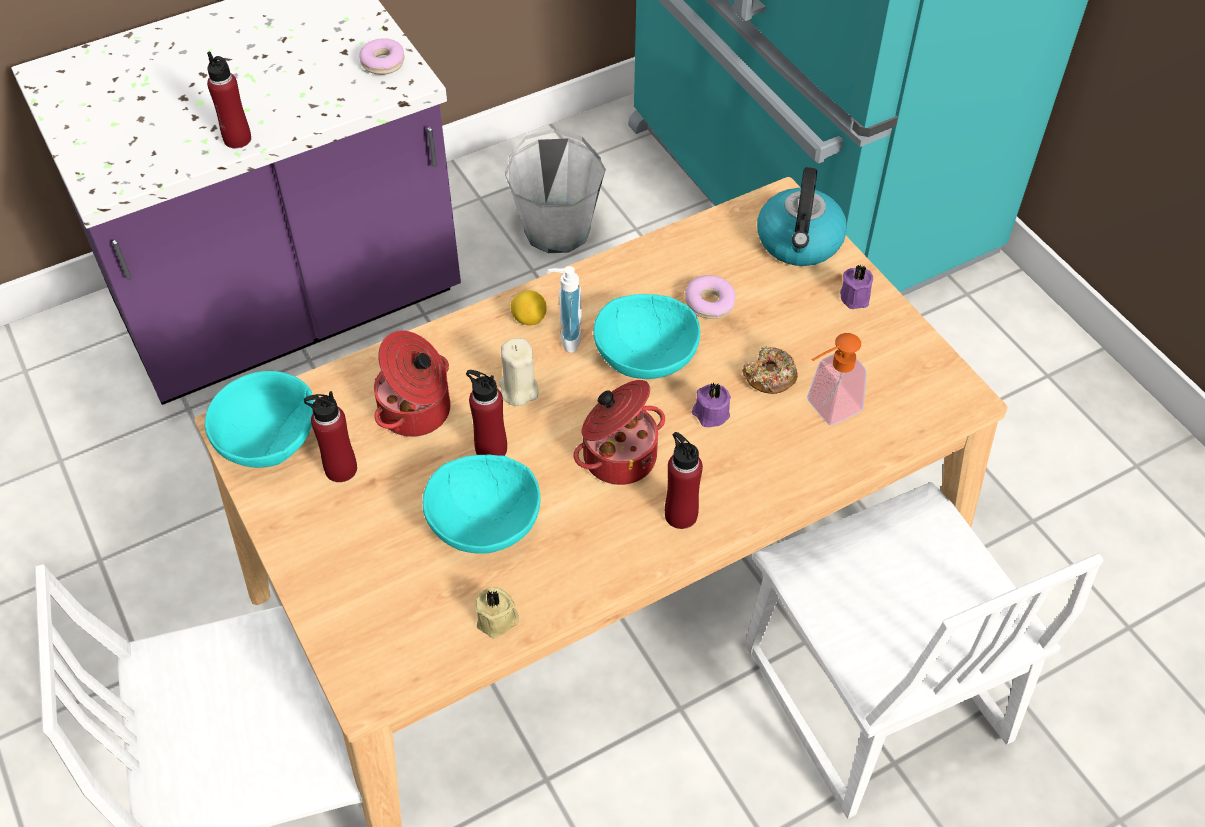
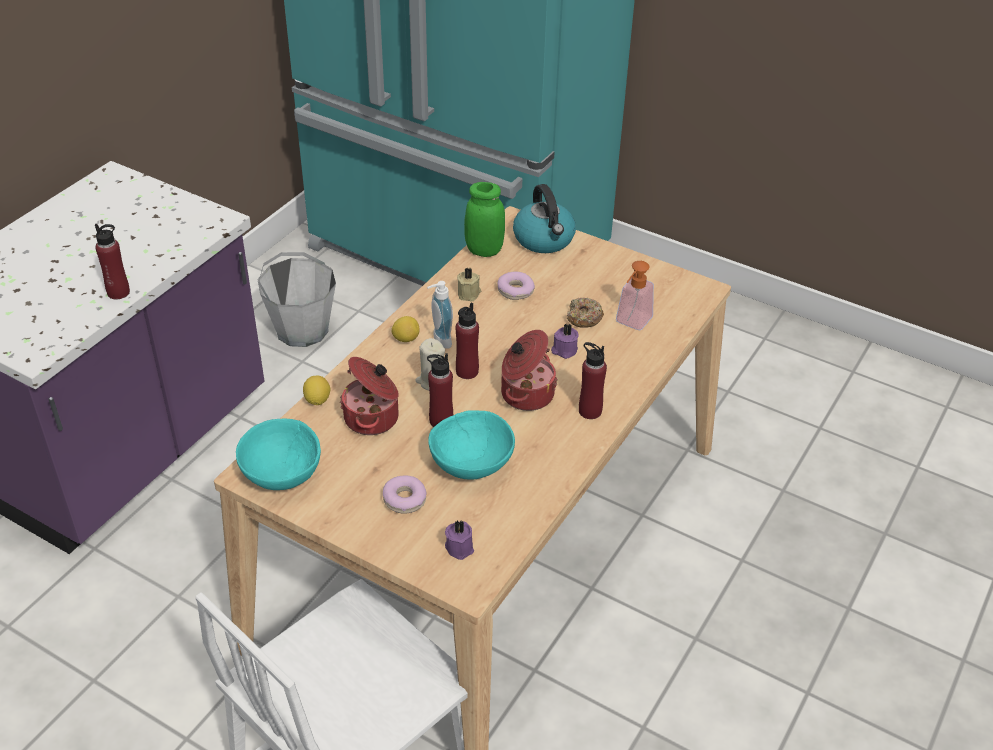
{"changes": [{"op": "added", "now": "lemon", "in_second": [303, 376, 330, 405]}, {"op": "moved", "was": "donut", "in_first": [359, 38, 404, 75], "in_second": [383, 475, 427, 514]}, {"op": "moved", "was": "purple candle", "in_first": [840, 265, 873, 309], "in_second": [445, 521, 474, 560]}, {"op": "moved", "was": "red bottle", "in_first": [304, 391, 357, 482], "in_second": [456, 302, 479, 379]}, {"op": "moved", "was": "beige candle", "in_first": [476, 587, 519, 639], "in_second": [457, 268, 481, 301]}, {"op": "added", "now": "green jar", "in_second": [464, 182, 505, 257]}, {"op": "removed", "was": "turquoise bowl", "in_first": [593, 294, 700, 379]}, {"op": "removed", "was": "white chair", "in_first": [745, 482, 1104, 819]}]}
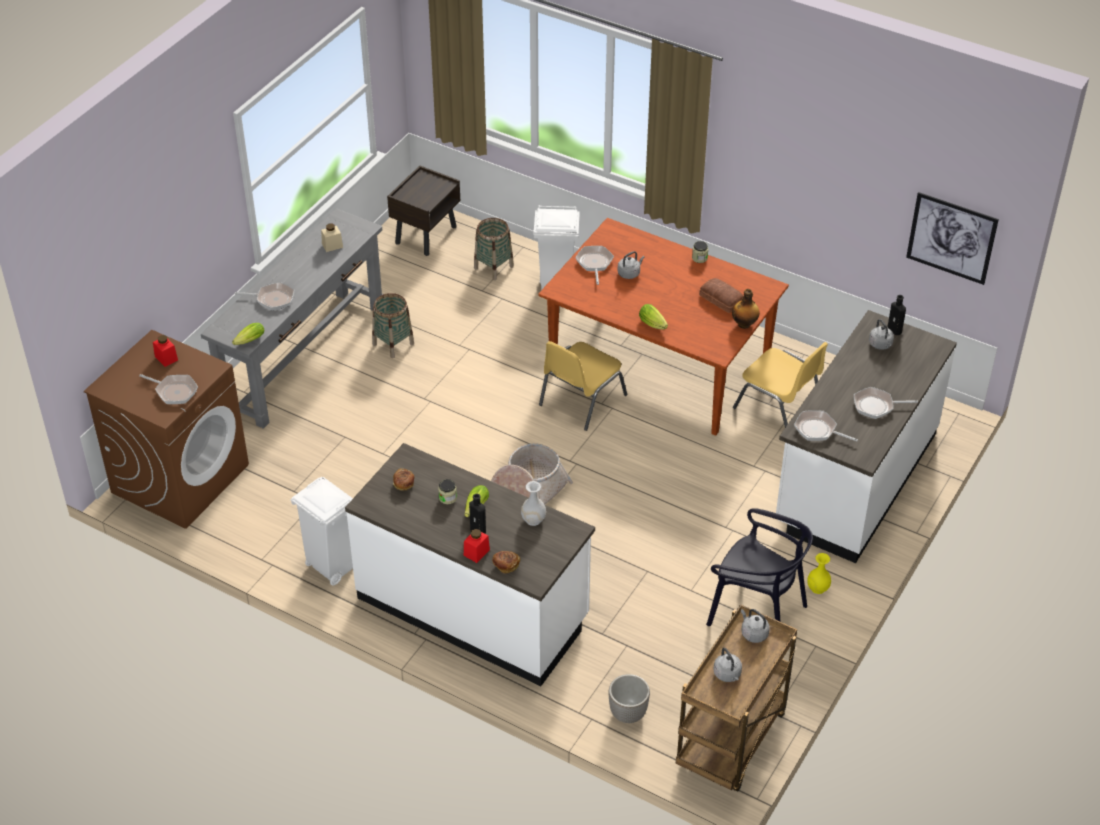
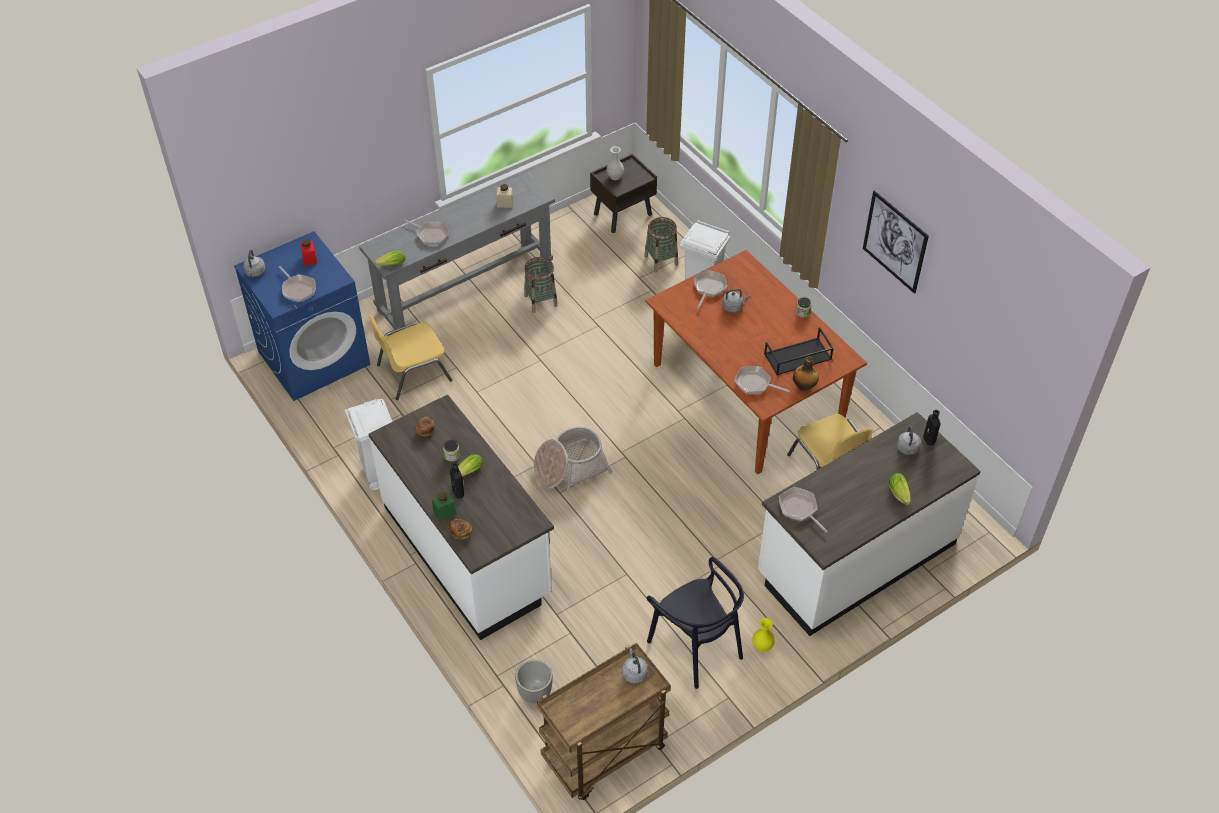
{"changes": [{"op": "recoloured", "was": "brown washing machine", "now": "blue washing machine", "in_first": [84, 330, 249, 529], "in_second": [234, 231, 370, 401]}, {"op": "moved", "was": "grey kettle", "in_first": [714, 648, 742, 682], "in_second": [243, 250, 265, 277]}, {"op": "moved", "was": "yellow chair", "in_first": [539, 341, 627, 431], "in_second": [368, 315, 452, 400]}, {"op": "recoloured", "was": "red jar", "now": "green jar", "in_first": [464, 529, 490, 563], "in_second": [432, 492, 457, 521]}, {"op": "moved", "was": "white vase", "in_first": [521, 481, 546, 526], "in_second": [607, 146, 624, 180]}, {"op": "moved", "was": "frying pan", "in_first": [854, 387, 918, 419], "in_second": [734, 366, 790, 394]}, {"op": "replaced", "was": "bread", "now": "black tray", "in_first": [699, 278, 743, 313], "in_second": [764, 327, 834, 375]}, {"op": "moved", "was": "picture", "in_first": [906, 192, 999, 285], "in_second": [863, 190, 929, 294]}, {"op": "moved", "was": "lettuce", "in_first": [639, 304, 668, 329], "in_second": [888, 473, 911, 505]}]}
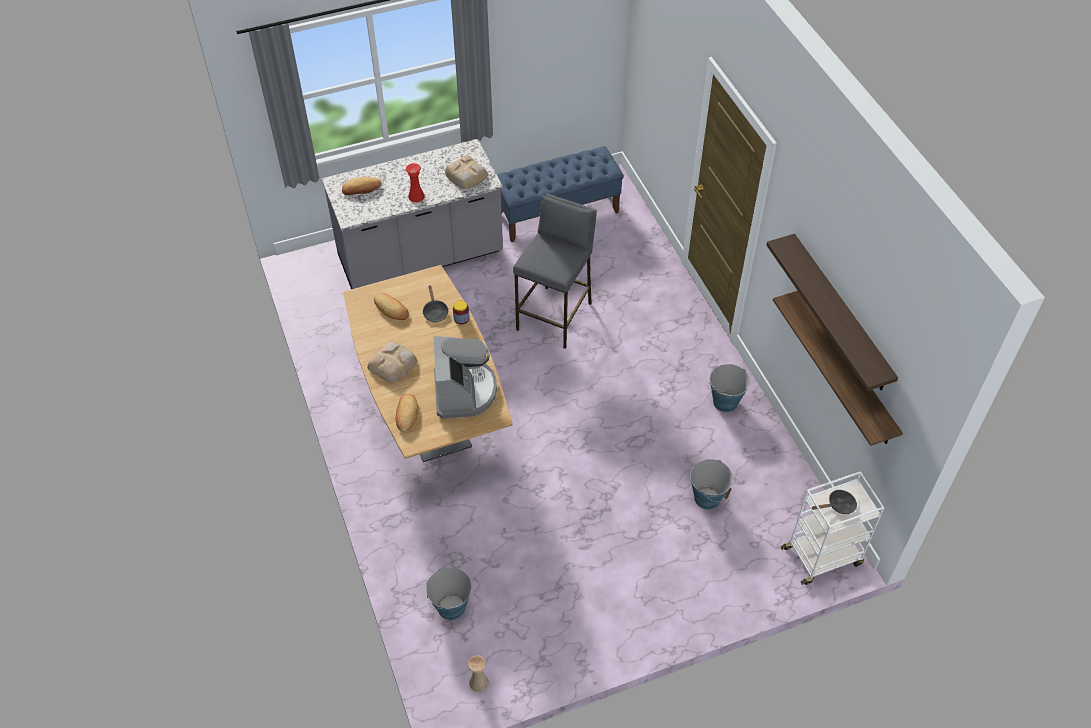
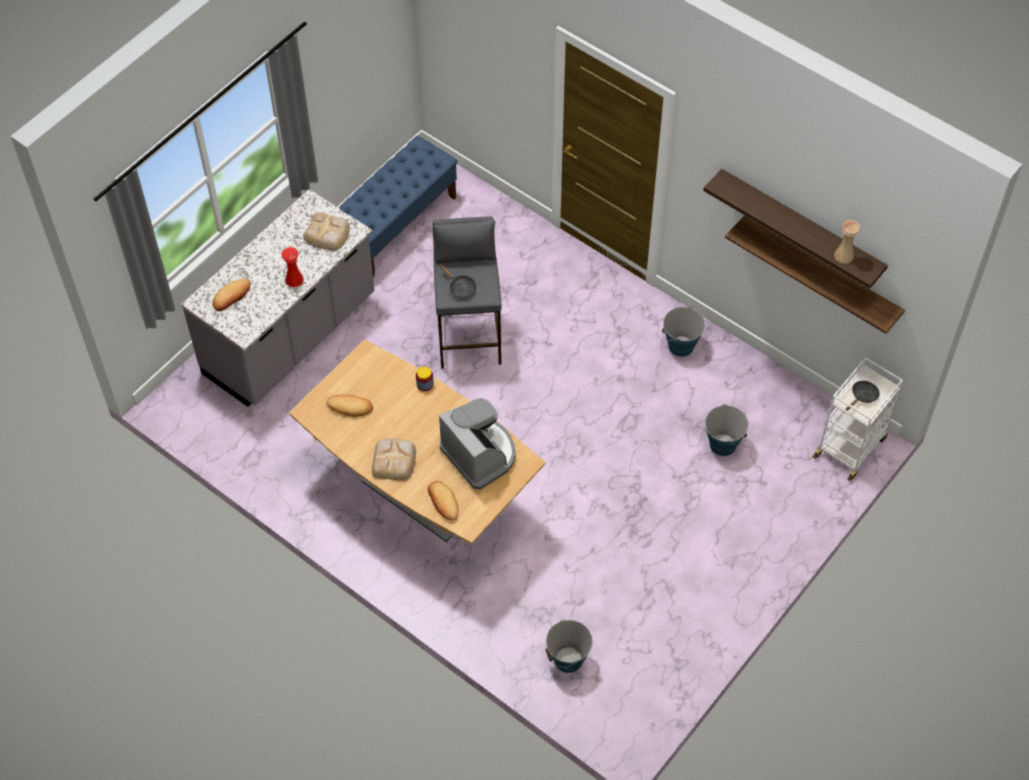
{"changes": [{"op": "moved", "was": "black frying pan", "in_first": [422, 285, 448, 323], "in_second": [440, 265, 476, 299]}, {"op": "moved", "was": "beige vase", "in_first": [468, 655, 489, 692], "in_second": [834, 220, 860, 264]}]}
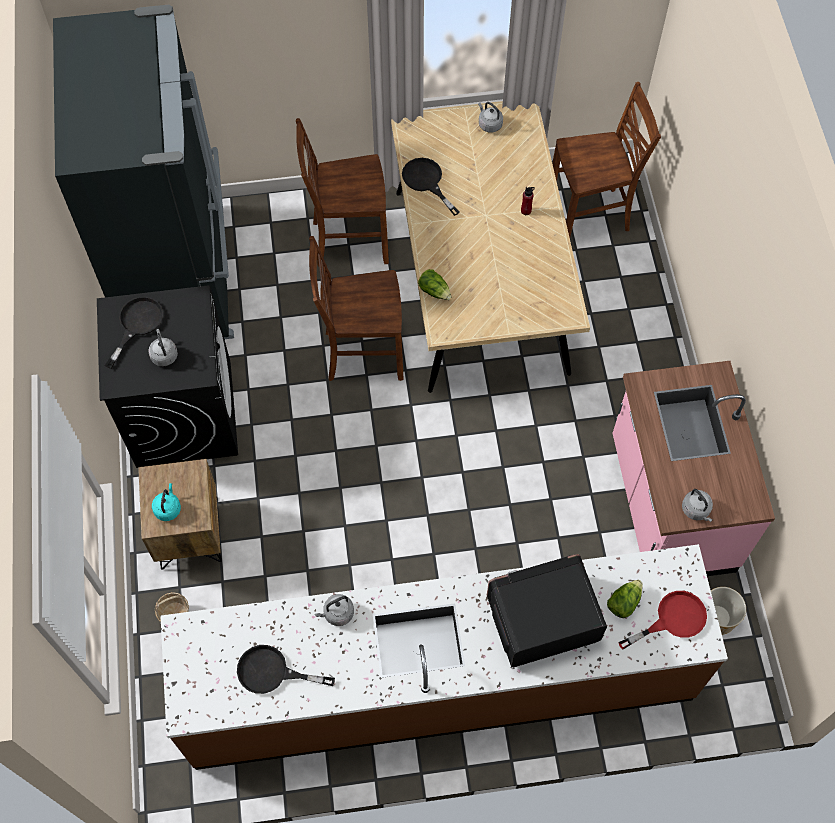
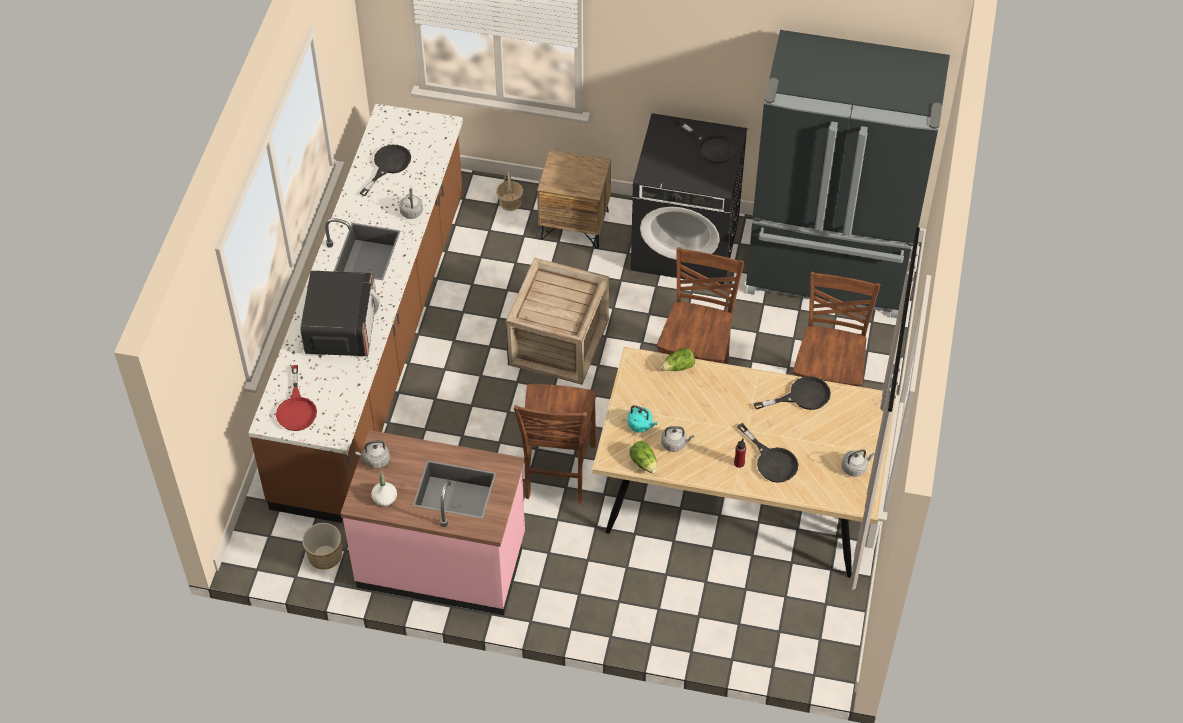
{"changes": [{"op": "added", "now": "white bottle", "in_second": [371, 470, 397, 507]}, {"op": "added", "now": "crate", "in_second": [506, 258, 609, 385]}, {"op": "moved", "was": "brown chair", "in_first": [552, 82, 661, 238], "in_second": [514, 384, 597, 504]}, {"op": "moved", "was": "turquoise kettle", "in_first": [152, 483, 181, 521], "in_second": [627, 405, 658, 433]}, {"op": "moved", "was": "lettuce", "in_first": [607, 580, 643, 618], "in_second": [629, 441, 657, 474]}, {"op": "moved", "was": "grey kettle", "in_first": [148, 329, 178, 366], "in_second": [661, 426, 694, 452]}, {"op": "added", "now": "black frying pan", "in_second": [737, 423, 798, 483]}]}
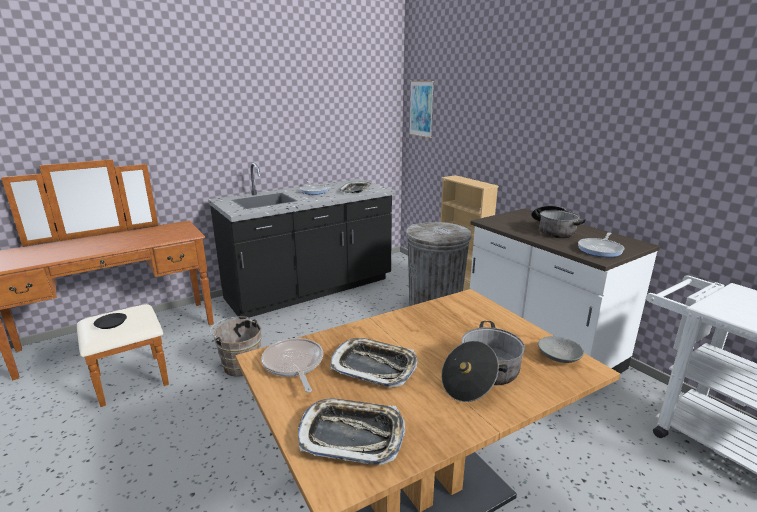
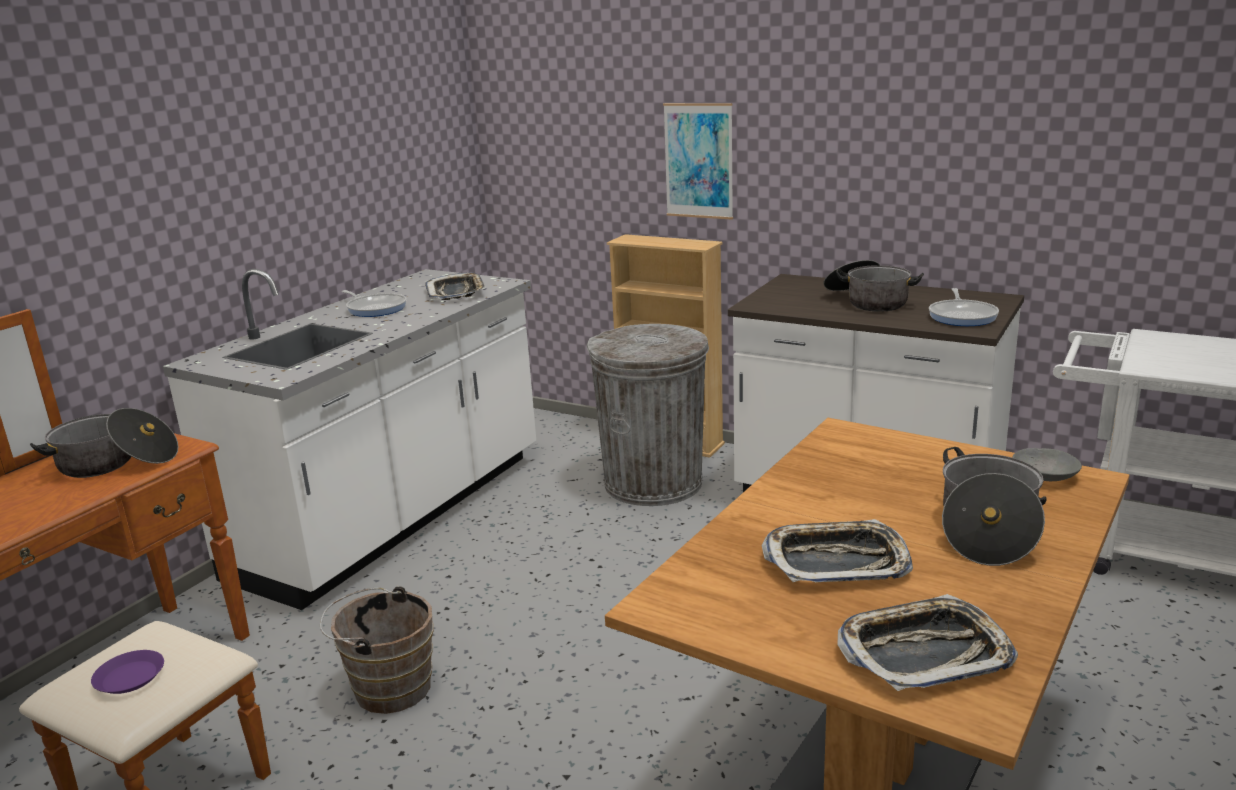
{"changes": [{"op": "added", "now": "cooking pot", "in_second": [30, 408, 179, 478]}, {"op": "recoloured", "was": "black plate", "now": "purple plate", "in_first": [94, 313, 127, 329], "in_second": [91, 650, 164, 694]}, {"op": "recoloured", "was": "black counter", "now": "white counter", "in_first": [208, 163, 395, 319], "in_second": [163, 269, 536, 610]}, {"op": "moved", "was": "picture", "in_first": [409, 81, 434, 138], "in_second": [663, 103, 733, 220]}, {"op": "removed", "was": "frying pan", "in_first": [261, 338, 323, 393]}]}
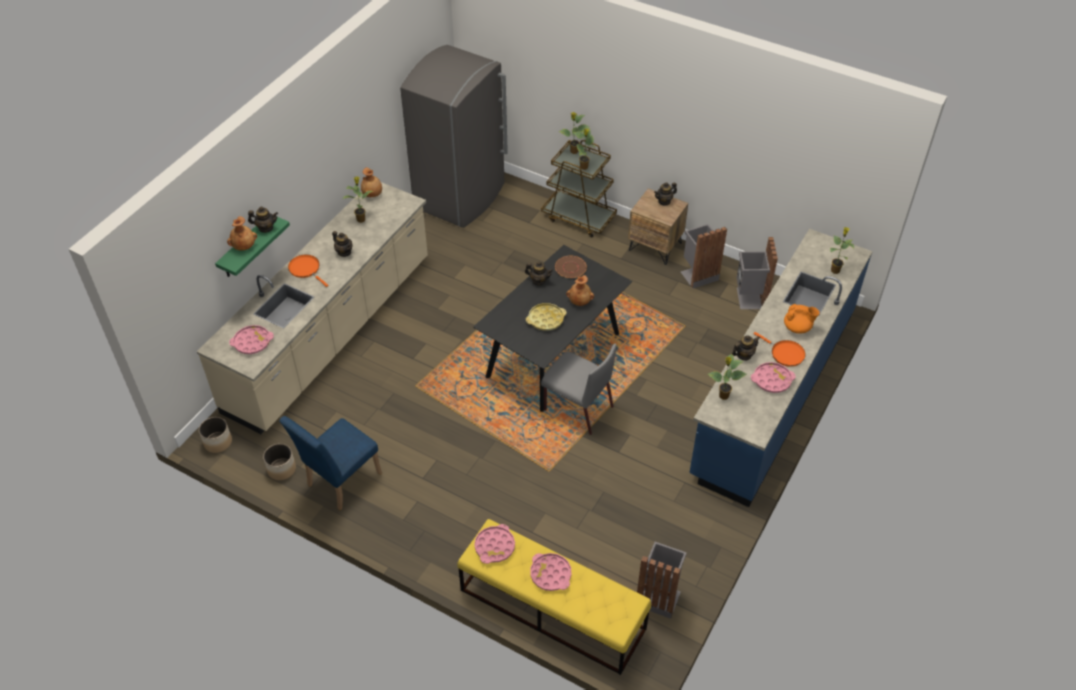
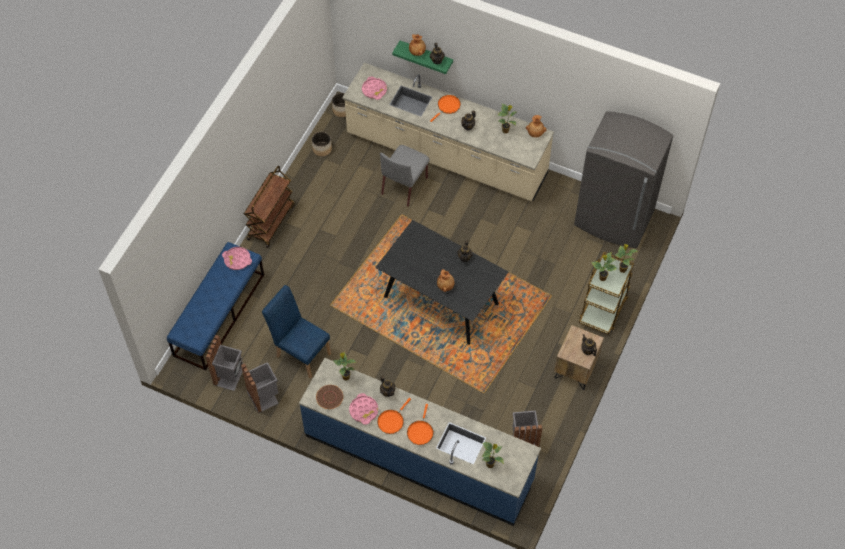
{"changes": [{"op": "recoloured", "was": "yellow bench", "now": "blue bench", "in_first": [457, 519, 651, 675], "in_second": [167, 242, 264, 370]}, {"op": "moved", "was": "grey trash can", "in_first": [681, 224, 727, 289], "in_second": [241, 362, 279, 413]}, {"op": "added", "now": "brown cart", "in_second": [244, 166, 295, 248]}, {"op": "moved", "was": "blue chair", "in_first": [279, 416, 382, 510], "in_second": [262, 285, 331, 379]}, {"op": "moved", "was": "brown plate", "in_first": [555, 256, 587, 278], "in_second": [316, 385, 343, 409]}, {"op": "moved", "was": "grey chair", "in_first": [541, 344, 616, 435], "in_second": [380, 145, 430, 207]}, {"op": "replaced", "was": "orange teapot", "now": "orange frying pan", "in_first": [784, 304, 819, 334], "in_second": [407, 404, 433, 445]}, {"op": "removed", "was": "yellow tray", "in_first": [526, 303, 566, 331]}, {"op": "removed", "was": "pink tray", "in_first": [530, 553, 571, 591]}]}
